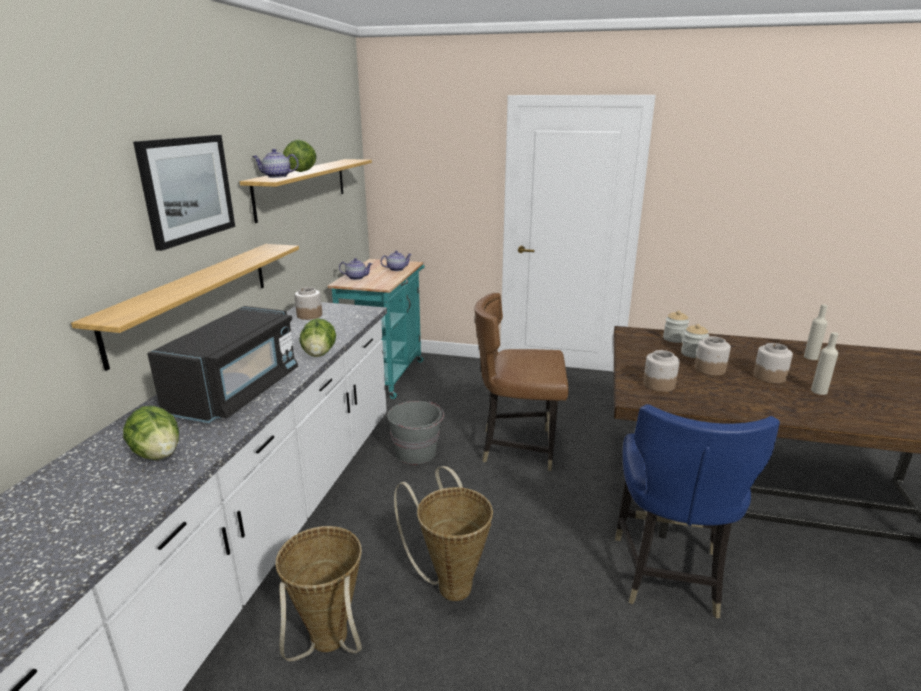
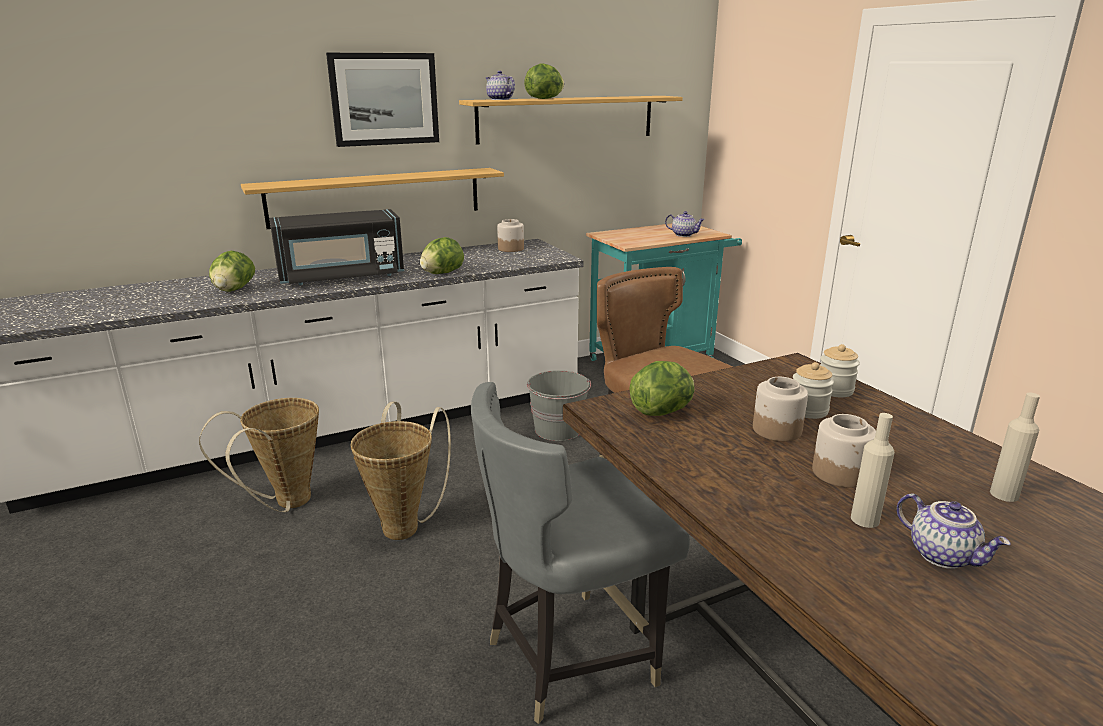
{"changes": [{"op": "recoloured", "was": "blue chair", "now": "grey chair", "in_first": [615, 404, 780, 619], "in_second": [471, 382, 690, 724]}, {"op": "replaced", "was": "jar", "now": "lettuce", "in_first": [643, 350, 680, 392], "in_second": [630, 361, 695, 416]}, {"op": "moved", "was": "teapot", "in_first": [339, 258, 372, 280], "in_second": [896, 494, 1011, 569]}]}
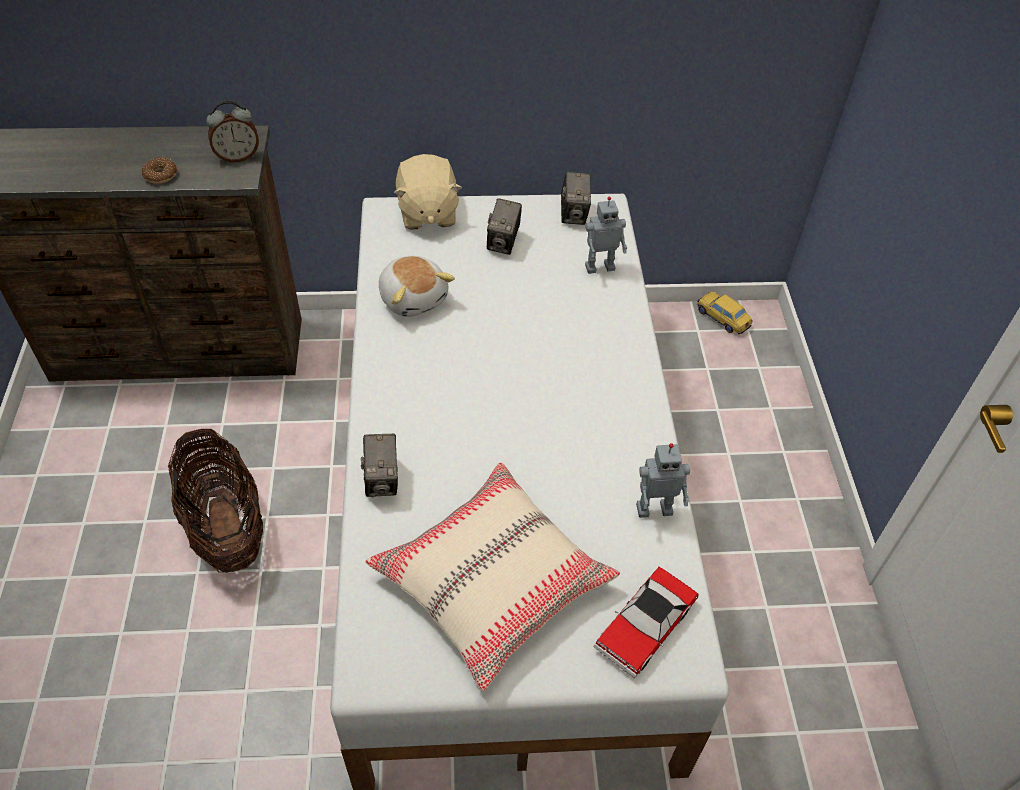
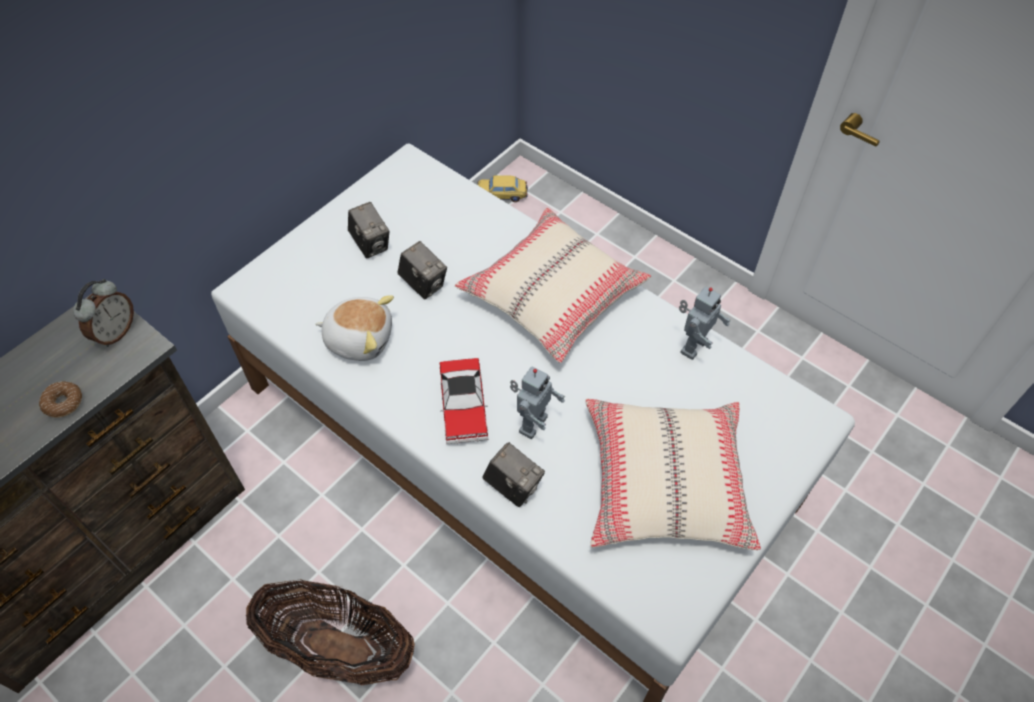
{"changes": [{"op": "moved", "was": "photo camera", "in_first": [561, 172, 591, 225], "in_second": [397, 241, 447, 299]}, {"op": "moved", "was": "toy car", "in_first": [593, 567, 698, 678], "in_second": [440, 358, 488, 444]}, {"op": "added", "now": "beige pillow", "in_second": [455, 208, 651, 363]}, {"op": "moved", "was": "toy robot", "in_first": [585, 197, 627, 274], "in_second": [510, 367, 565, 439]}, {"op": "removed", "was": "beige plush toy", "in_first": [394, 154, 462, 230]}]}
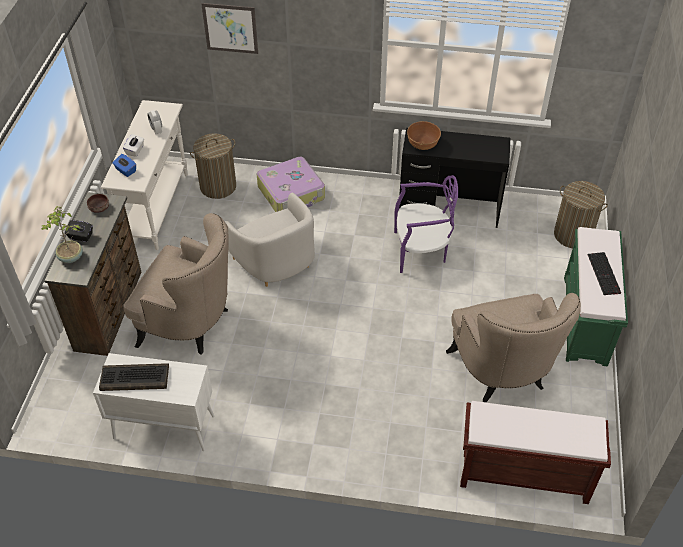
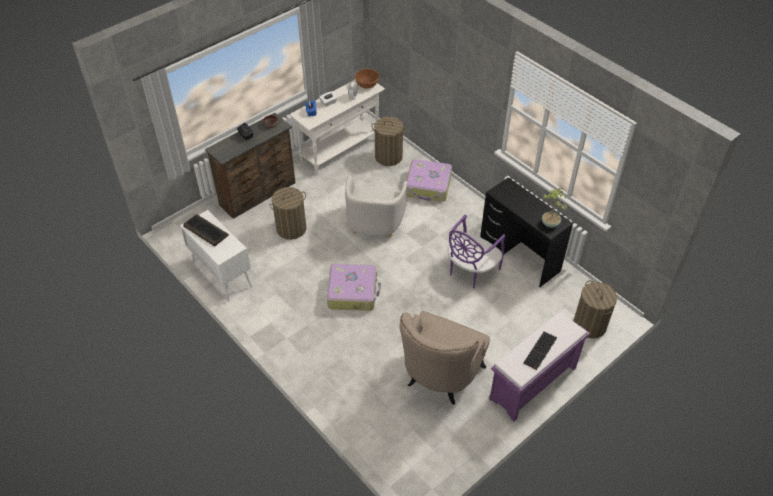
{"changes": [{"op": "replaced", "was": "beige armchair", "now": "laundry basket", "in_first": [123, 213, 229, 355], "in_second": [269, 187, 307, 240]}, {"op": "added", "now": "suitcase", "in_second": [327, 264, 381, 311]}, {"op": "moved", "was": "brown bowl", "in_first": [407, 121, 441, 150], "in_second": [355, 69, 379, 89]}, {"op": "turned", "was": "purple chair", "in_first": [394, 175, 458, 273], "in_second": [448, 215, 505, 288], "clockwise": 90}, {"op": "recoloured", "was": "green bench", "now": "purple bench", "in_first": [564, 227, 628, 367], "in_second": [489, 311, 590, 422]}, {"op": "moved", "was": "potted plant", "in_first": [41, 206, 83, 263], "in_second": [542, 187, 567, 228]}, {"op": "removed", "was": "picture", "in_first": [201, 3, 258, 54]}, {"op": "removed", "was": "brown bench", "in_first": [460, 401, 611, 504]}]}
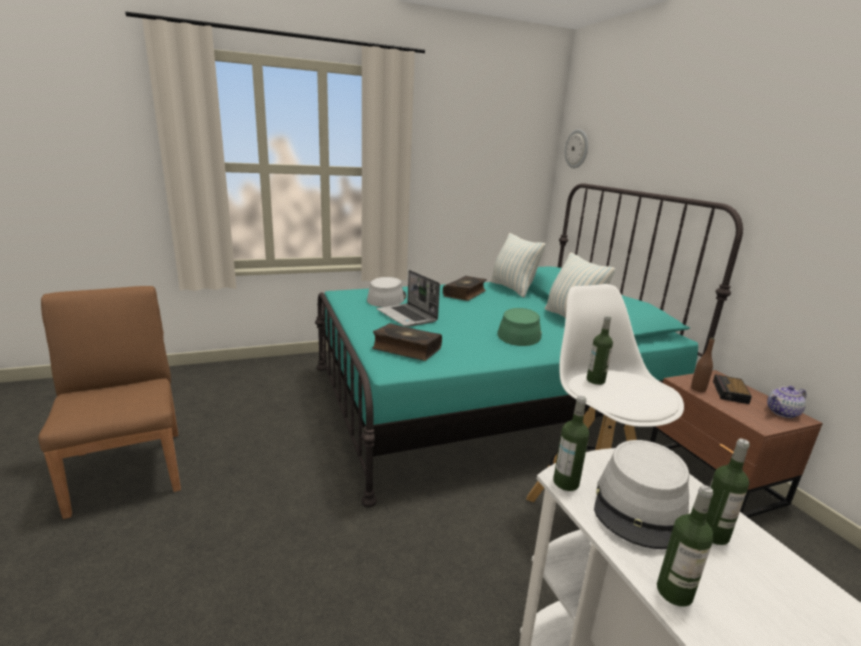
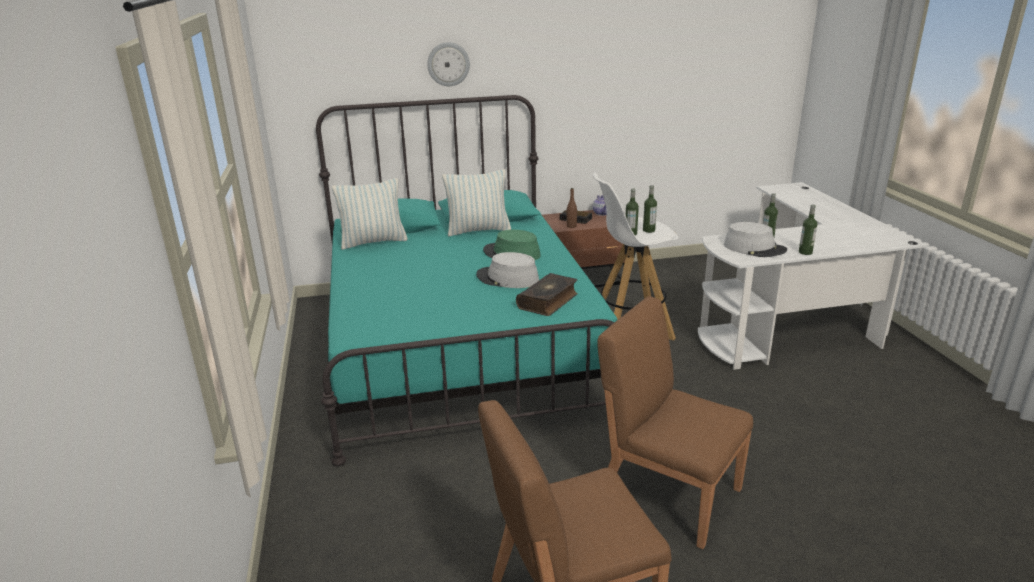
{"changes": [{"op": "moved", "was": "wall clock", "in_first": [565, 129, 588, 168], "in_second": [427, 42, 470, 86]}, {"op": "moved", "was": "grey hat", "in_first": [367, 277, 406, 307], "in_second": [476, 252, 539, 288]}, {"op": "added", "now": "brown chair", "in_second": [597, 296, 753, 549]}, {"op": "moved", "was": "bottle", "in_first": [553, 396, 589, 491], "in_second": [643, 185, 657, 233]}, {"op": "removed", "was": "laptop", "in_first": [377, 270, 440, 327]}, {"op": "removed", "was": "book", "in_first": [443, 276, 487, 301]}]}
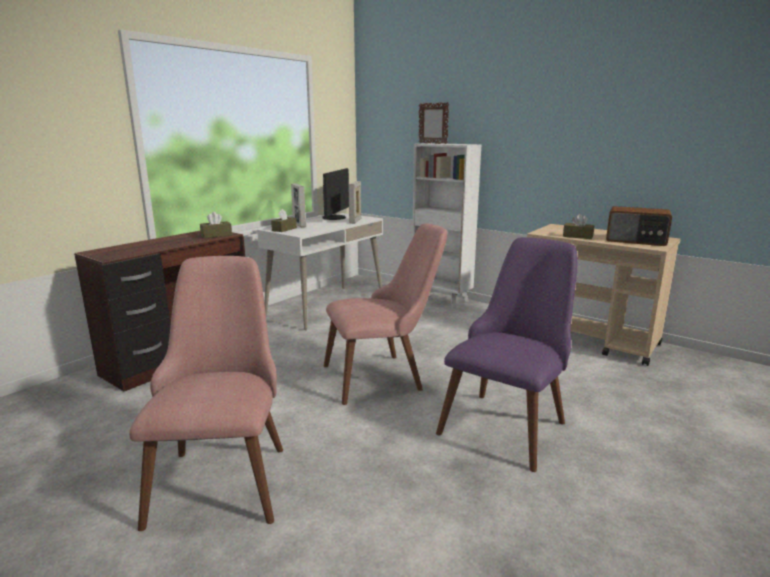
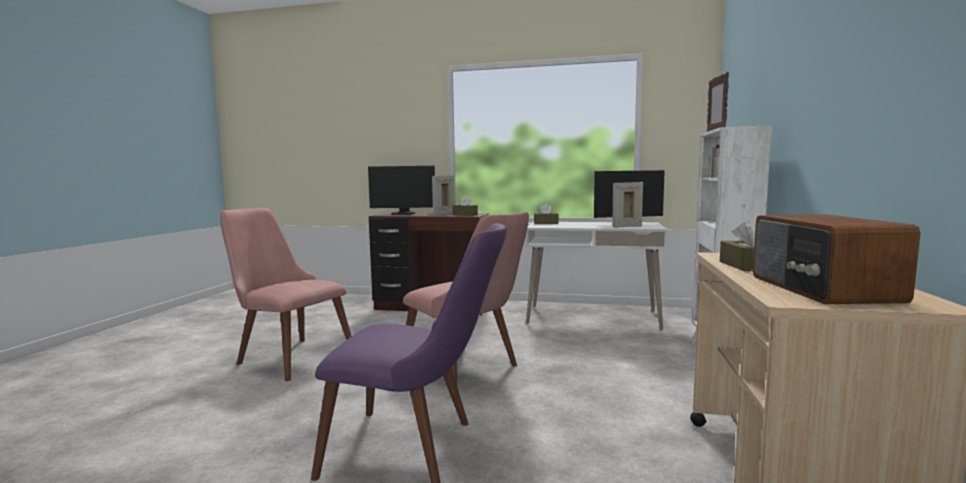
{"changes": [{"op": "turned", "was": "pink chair", "in_first": [129, 256, 283, 531], "in_second": [220, 208, 351, 381], "clockwise": -120}, {"op": "added", "now": "monitor", "in_second": [368, 166, 435, 215]}, {"op": "moved", "was": "picture frame", "in_first": [291, 183, 306, 227], "in_second": [432, 175, 454, 215]}]}
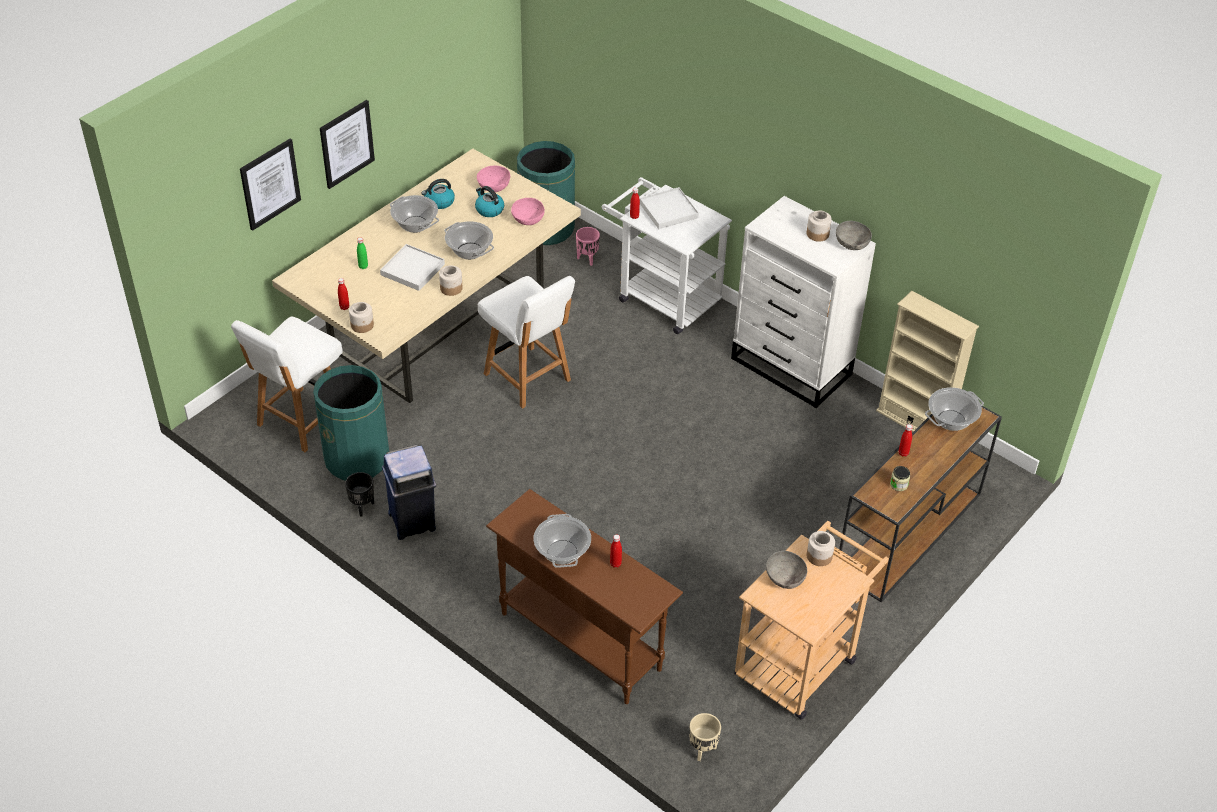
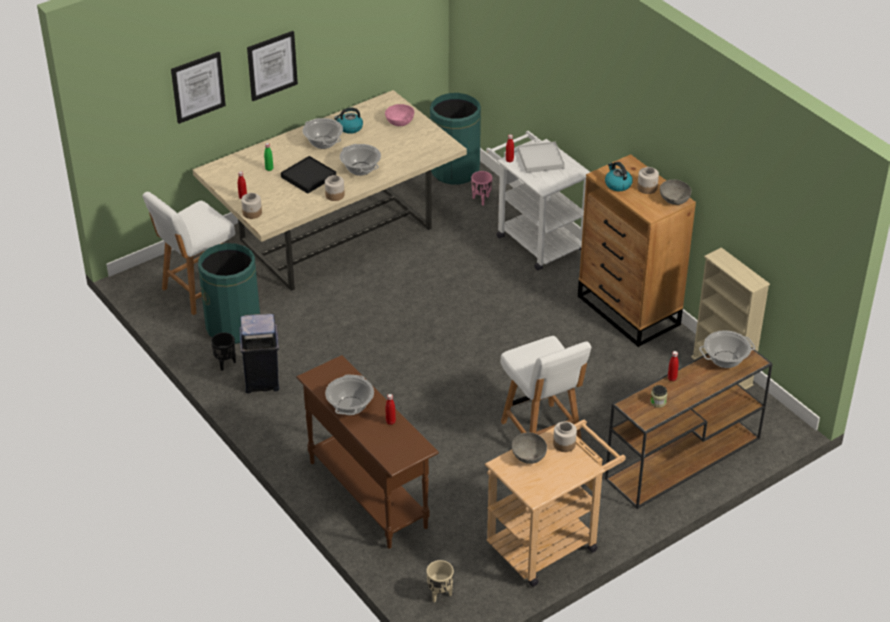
{"changes": [{"op": "recoloured", "was": "white tray", "now": "black tray", "in_first": [380, 244, 445, 291], "in_second": [281, 156, 336, 193]}, {"op": "moved", "was": "white chair", "in_first": [478, 276, 575, 409], "in_second": [501, 336, 591, 440]}, {"op": "recoloured", "was": "white dresser", "now": "brown dresser", "in_first": [731, 196, 876, 408], "in_second": [578, 154, 696, 347]}, {"op": "moved", "was": "kettle", "in_first": [475, 186, 504, 217], "in_second": [605, 162, 633, 191]}, {"op": "removed", "was": "pink bowl", "in_first": [511, 198, 545, 225]}]}
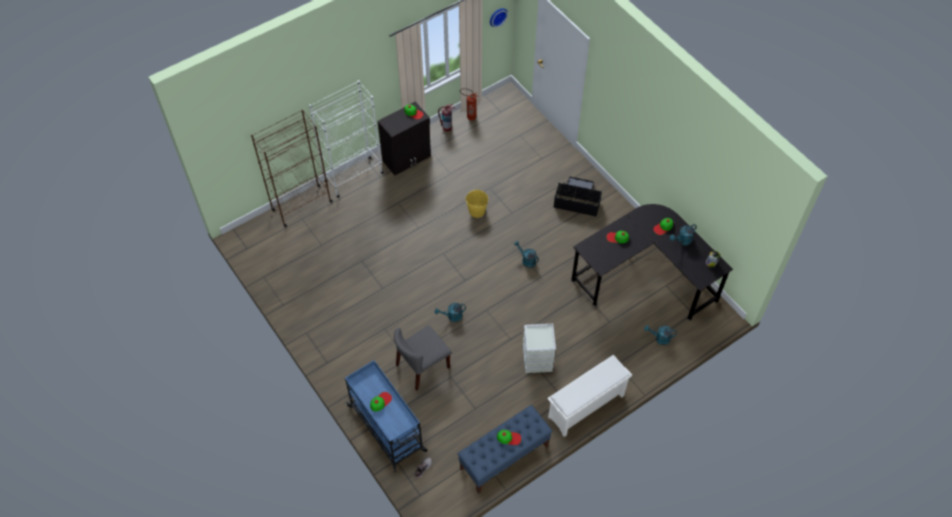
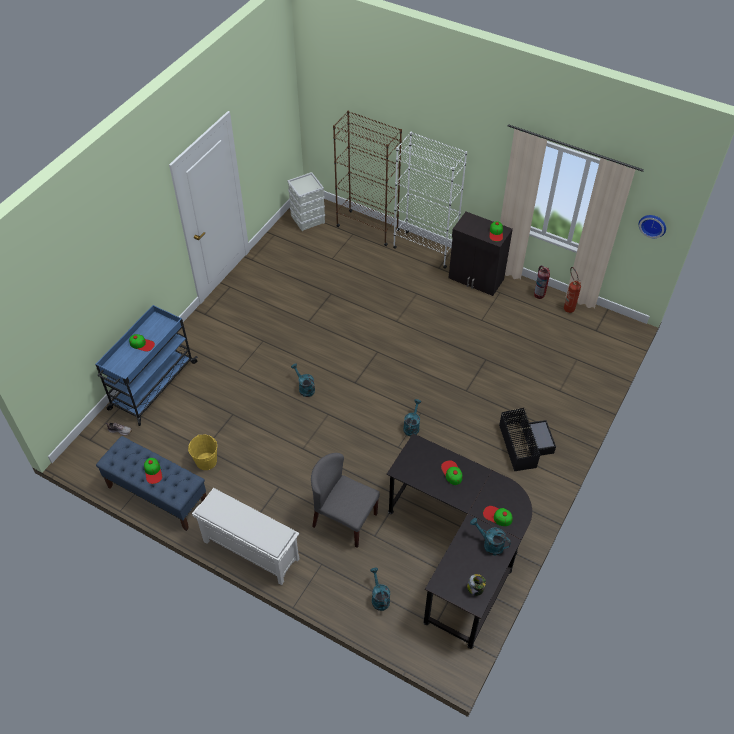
{"changes": [{"op": "moved", "was": "yellow bucket", "in_first": [465, 189, 488, 218], "in_second": [188, 435, 217, 470]}, {"op": "moved", "was": "grey storage box", "in_first": [523, 324, 556, 373], "in_second": [287, 172, 325, 231]}, {"op": "moved", "was": "grey chair", "in_first": [394, 325, 452, 391], "in_second": [311, 453, 380, 548]}]}
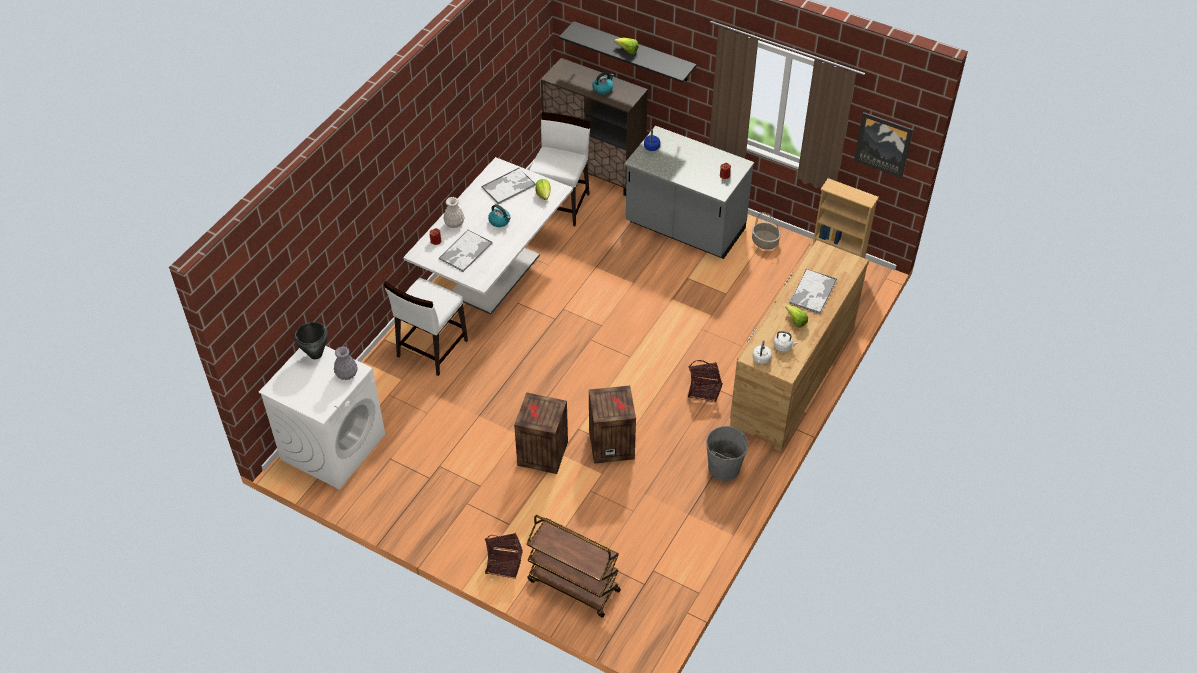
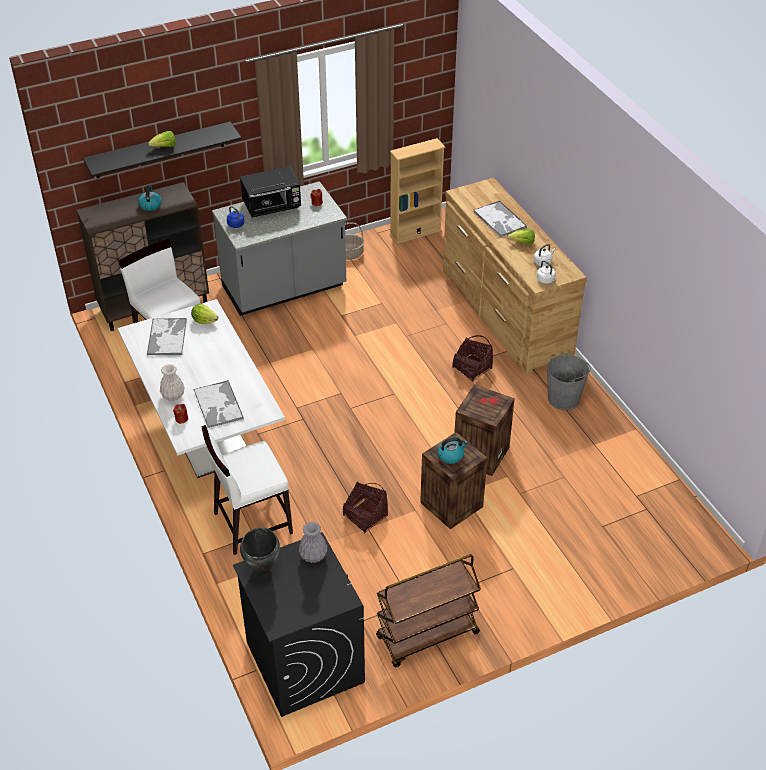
{"changes": [{"op": "turned", "was": "white chair", "in_first": [383, 278, 468, 376], "in_second": [202, 425, 293, 555], "clockwise": 90}, {"op": "recoloured", "was": "white washing machine", "now": "black washing machine", "in_first": [259, 346, 385, 490], "in_second": [233, 532, 365, 717]}, {"op": "added", "now": "black microwave", "in_second": [240, 166, 301, 217]}, {"op": "moved", "was": "basket", "in_first": [485, 533, 523, 579], "in_second": [343, 481, 388, 533]}, {"op": "moved", "was": "brown cart", "in_first": [527, 515, 621, 618], "in_second": [376, 554, 481, 668]}, {"op": "moved", "was": "kettle", "in_first": [488, 204, 511, 227], "in_second": [438, 437, 468, 464]}, {"op": "removed", "was": "picture", "in_first": [854, 112, 913, 178]}]}
